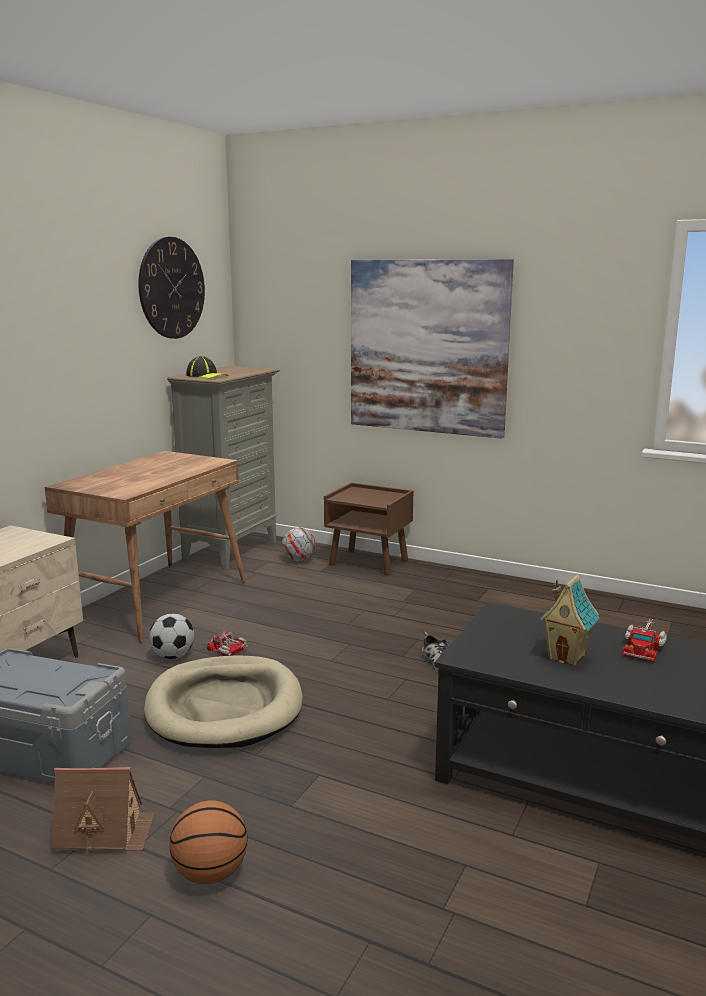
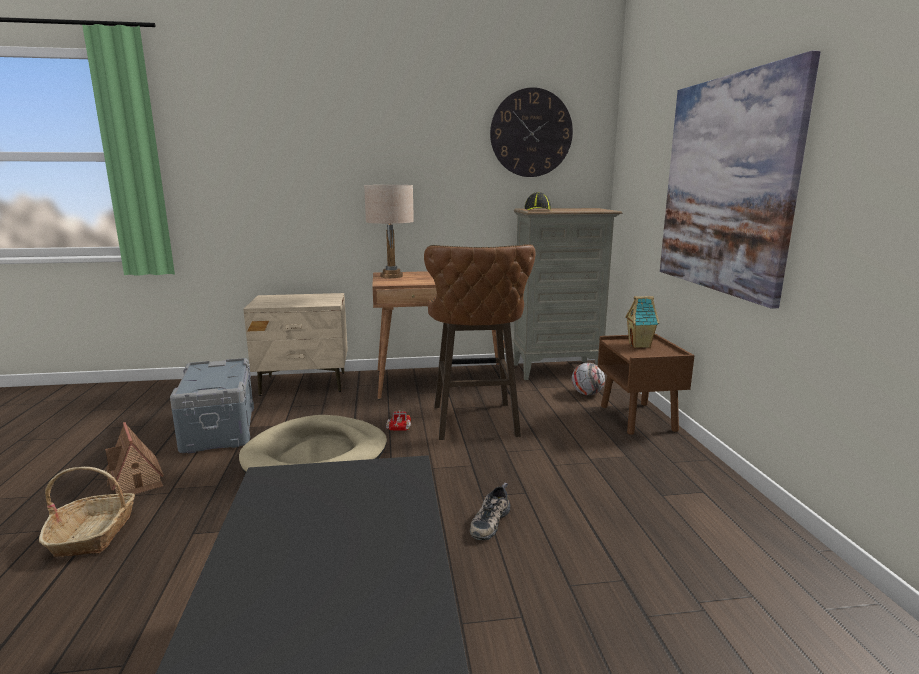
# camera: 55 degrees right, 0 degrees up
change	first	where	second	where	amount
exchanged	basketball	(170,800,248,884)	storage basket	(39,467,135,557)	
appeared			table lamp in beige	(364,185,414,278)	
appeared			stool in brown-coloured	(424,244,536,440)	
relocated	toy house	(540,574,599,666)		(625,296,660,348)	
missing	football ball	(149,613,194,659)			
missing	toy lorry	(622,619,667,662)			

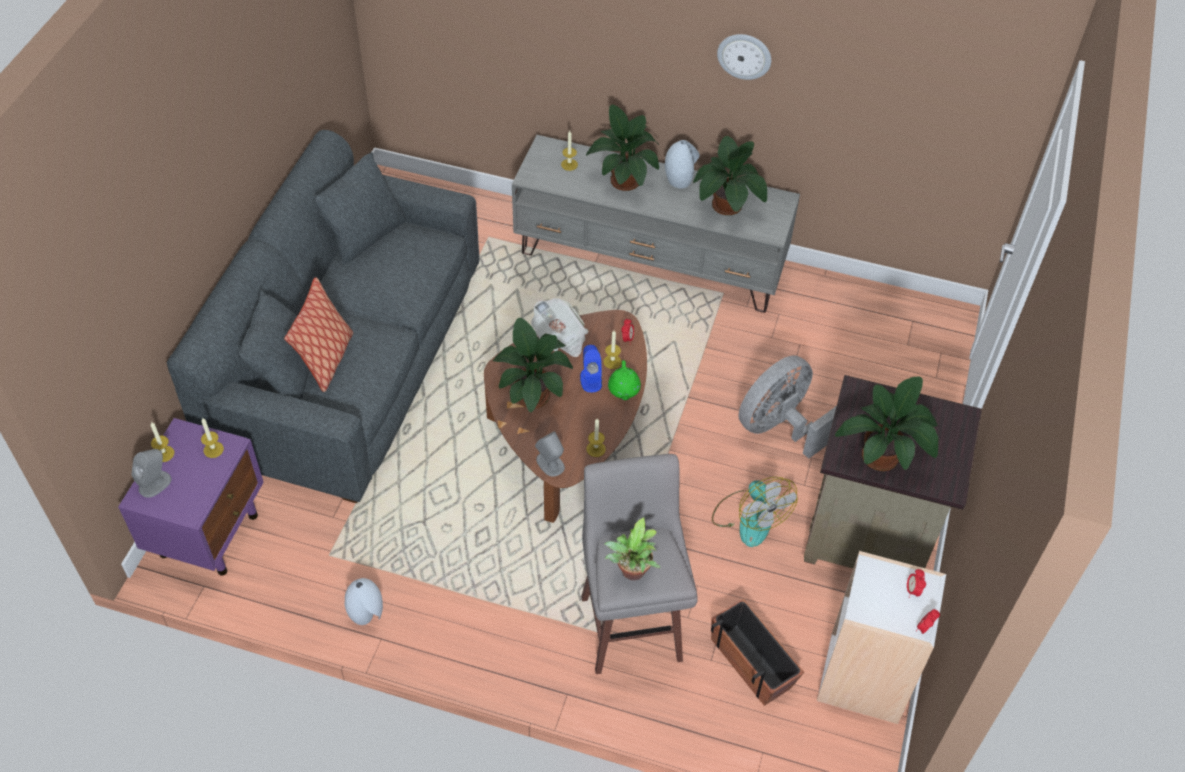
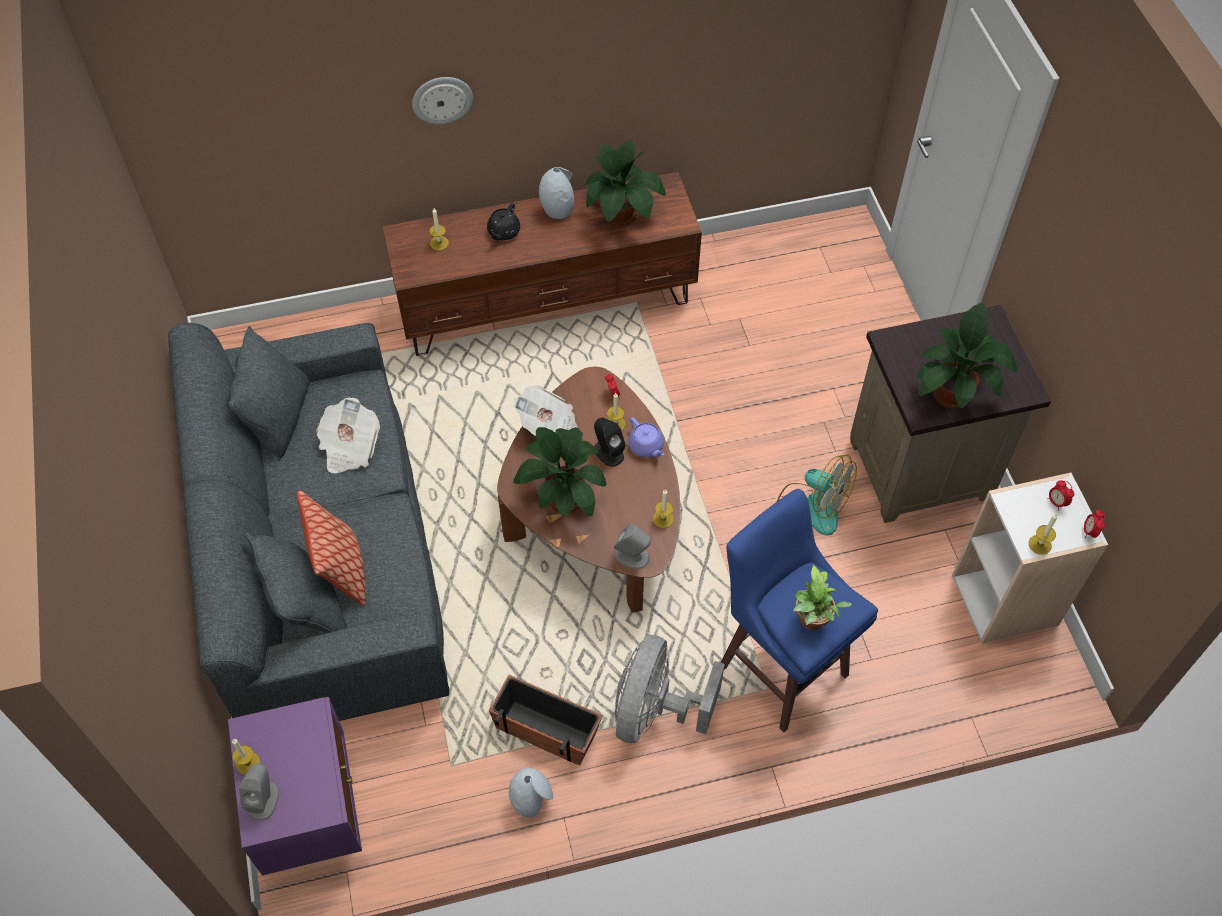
# camera: 30 degrees left, 5 degrees up
change	first	where	second	where	amount
appeared			printed paper	(316,398,380,473)	
colour	tv stand in greyish	(512,135,800,313)	tv stand in brown-coloured	(382,172,702,356)	
relocated	hanging clock	(717,34,771,80)		(412,77,473,124)	
exchanged	potted plant	(586,105,659,191)	teapot in black-coloured	(487,203,520,240)	
relocated	flower pot	(711,599,804,706)		(489,675,603,766)	
colour	loudspeaker in bluish	(580,345,602,392)	loudspeaker in black-coloured	(594,418,626,467)	
relocated	fan in greyish	(739,355,837,459)		(615,635,725,743)	
colour	teapot in green-coloured	(608,360,641,400)	teapot in purple-coloured	(628,417,664,457)	
colour	stool in greyish	(581,454,698,674)	stool in bluish	(721,489,878,733)	
relocated	wax light	(201,418,224,458)		(1029,513,1058,555)	

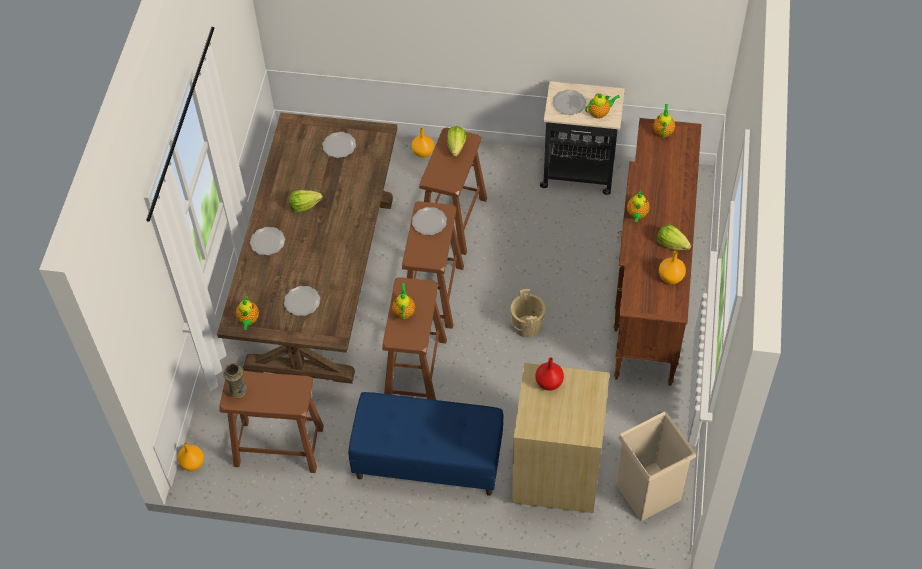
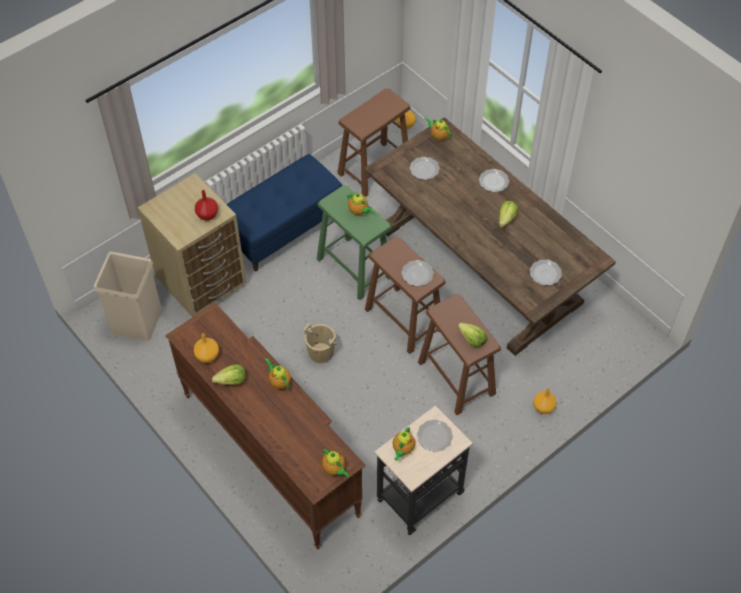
# camera: 130 degrees right, 0 degrees up
change	first	where	second	where	amount
colour	stool in brown-coloured	(382,277,447,400)	stool in green-coloured	(317,185,392,300)	
missing	vase	(223,363,247,398)			

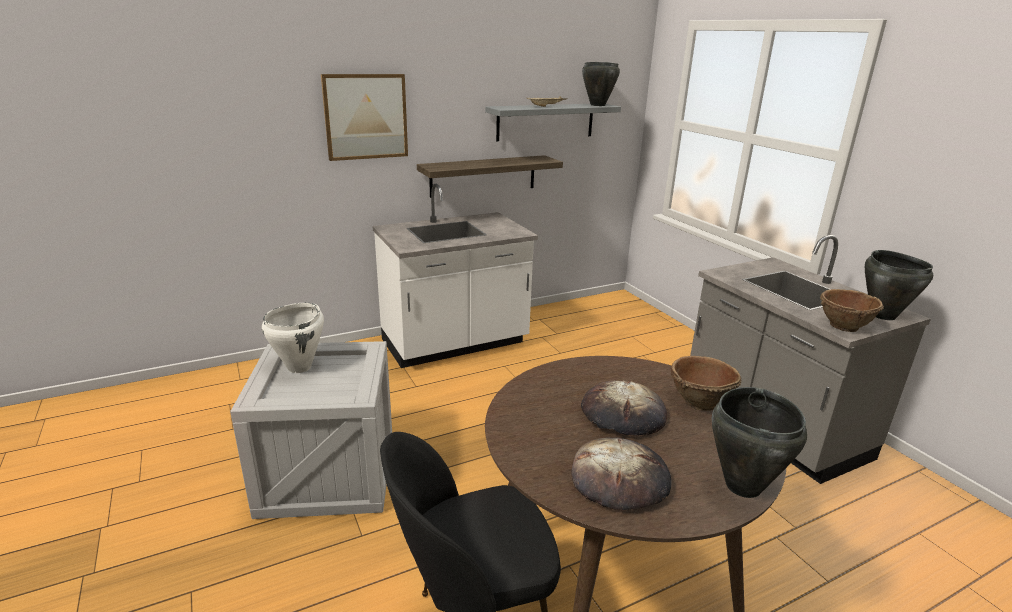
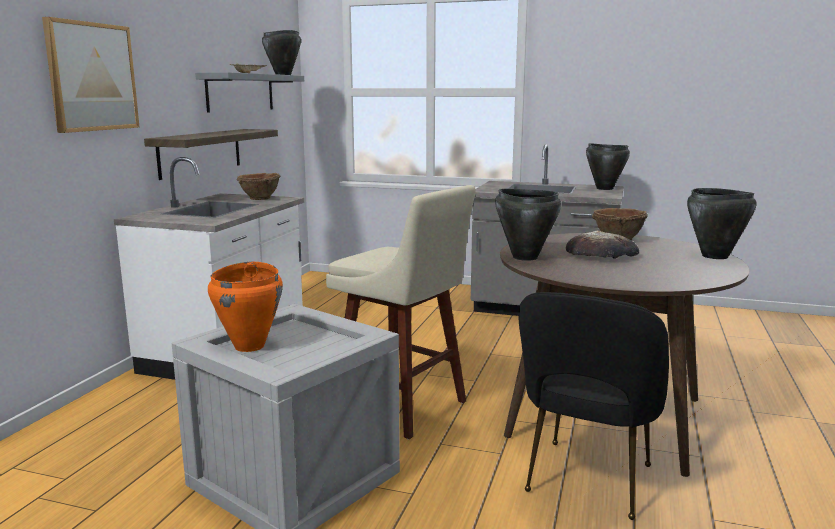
# camera: 45 degrees left, 10 degrees down
change	first	where	second	where	amount
colour	cooking pot in white	(262,303,324,373)	cooking pot in orange	(208,261,283,352)	
relocated	bowl in brown-coloured	(820,289,884,332)		(237,173,281,200)	
appeared			stool in beige	(326,185,476,439)	
appeared			cooking pot in black-coloured	(495,189,561,261)	
missing	bakery bread	(571,437,672,510)			

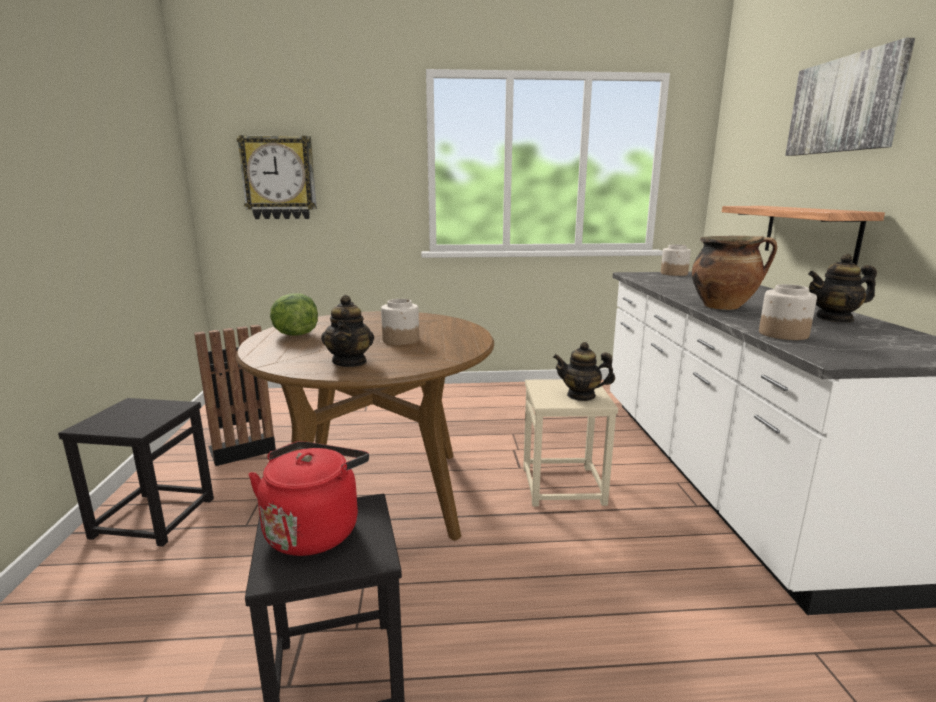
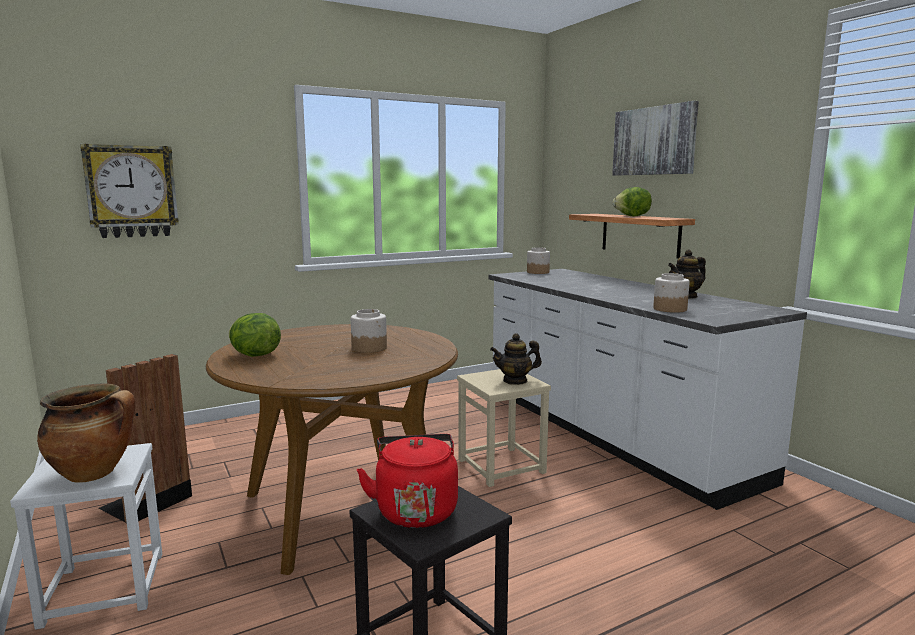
# camera: 25 degrees left, 5 degrees down
change	first	where	second	where	amount
colour	stool in black-coloured	(58,398,214,546)	stool in white	(10,443,162,630)	
relocated	cooking pot	(692,236,777,310)		(37,384,135,483)	
appeared			lettuce head	(613,187,652,217)	
missing	teapot	(321,295,374,367)			

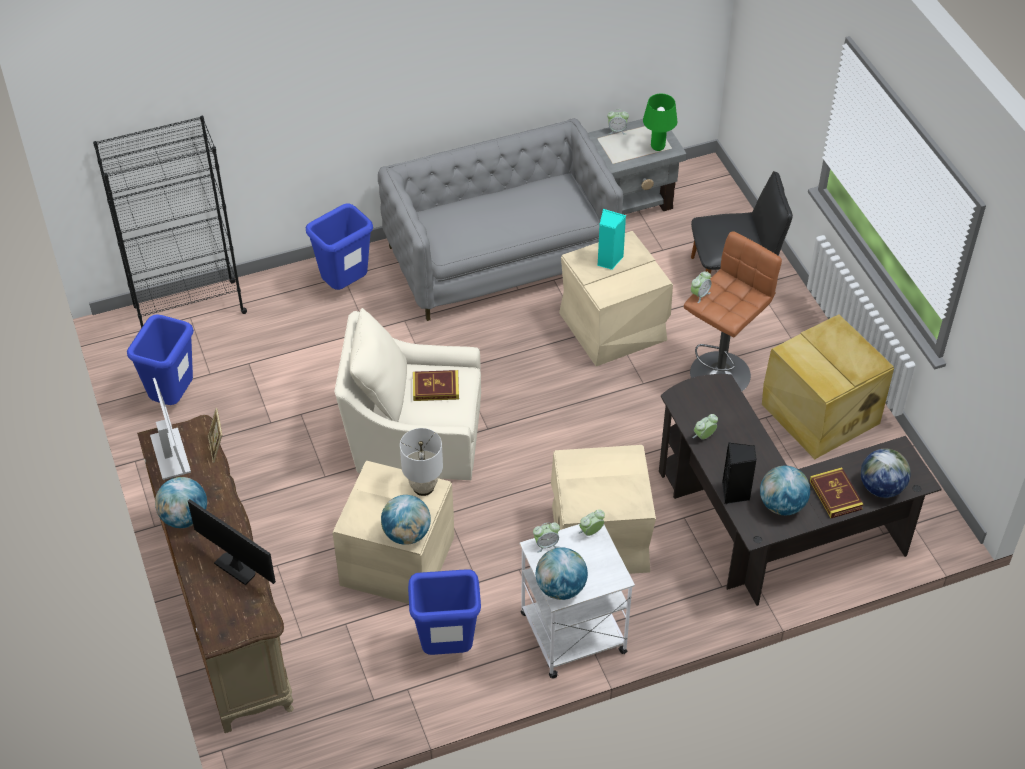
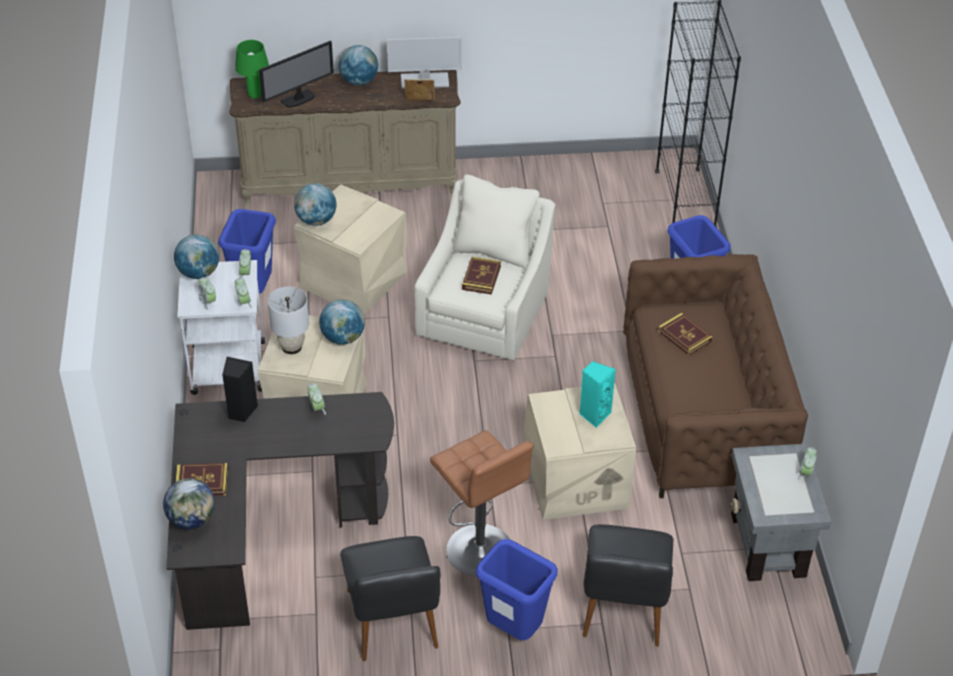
# camera: 105 degrees right, 5 degrees down
change	first	where	second	where	amount
relocated	table clock	(691,271,711,303)		(198,277,216,310)	
relocated	table lamp in green-coloured	(643,94,677,151)		(235,40,269,98)	
relocated	table lamp in white	(400,428,443,496)		(268,286,309,354)	
relocated	world globe	(760,466,810,515)		(319,299,365,345)	
exchanged	storage box in beige	(762,315,894,459)	upright chair in black-coloured	(340,536,441,661)	
relocated	waste bin in bluish	(127,314,194,405)		(476,539,557,640)	
colour	settee in greyish	(378,118,623,321)	settee in brown-coloured	(623,254,808,498)	
appeared			bound book	(658,313,713,356)	

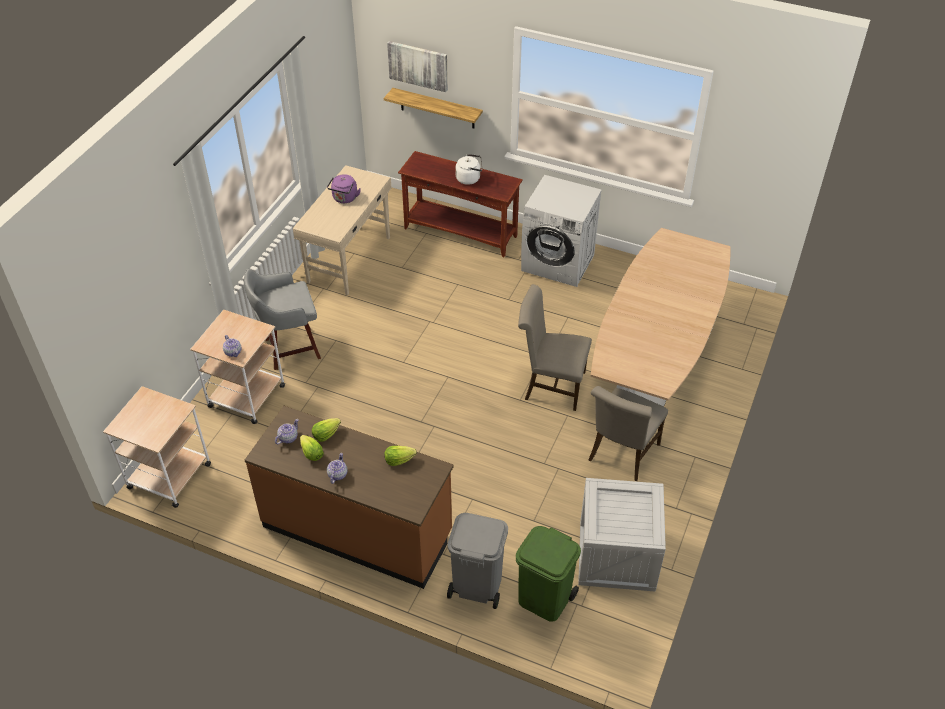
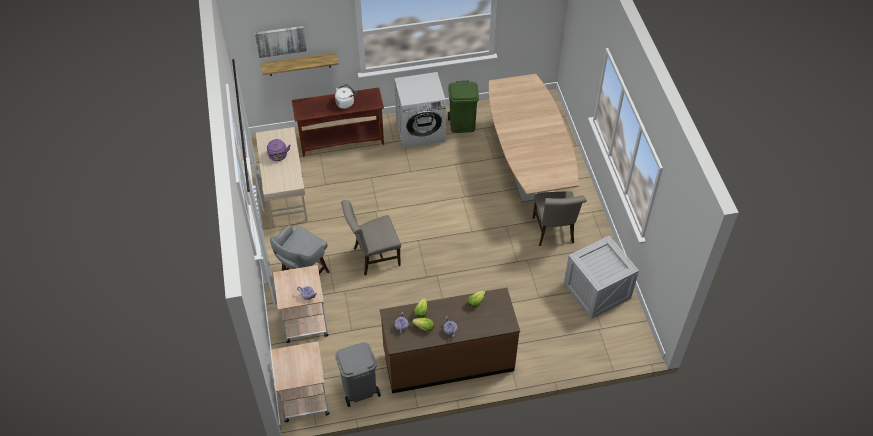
# camera: 35 degrees left, 5 degrees up
change	first	where	second	where	amount
relocated	waste bin in greyish	(447,513,508,609)		(335,342,381,407)	
relocated	upright chair in beige	(518,284,592,411)		(341,200,401,276)	
relocated	waste bin in green-coloured	(516,526,581,622)		(448,81,479,133)	

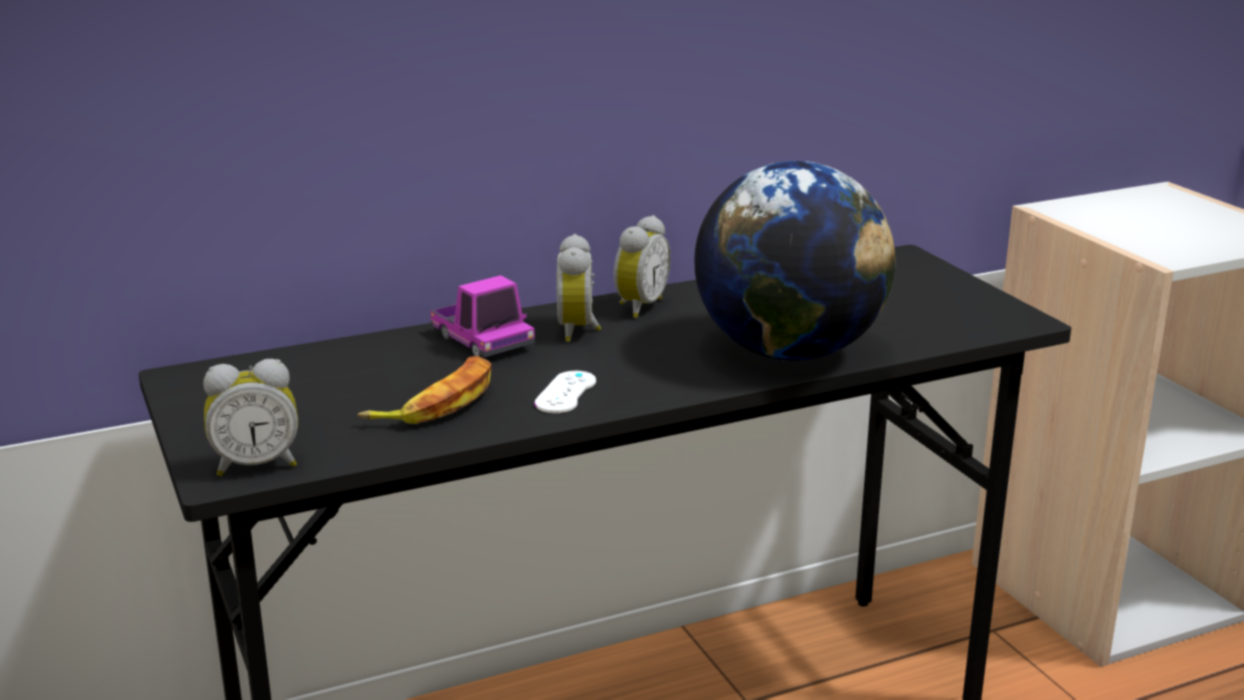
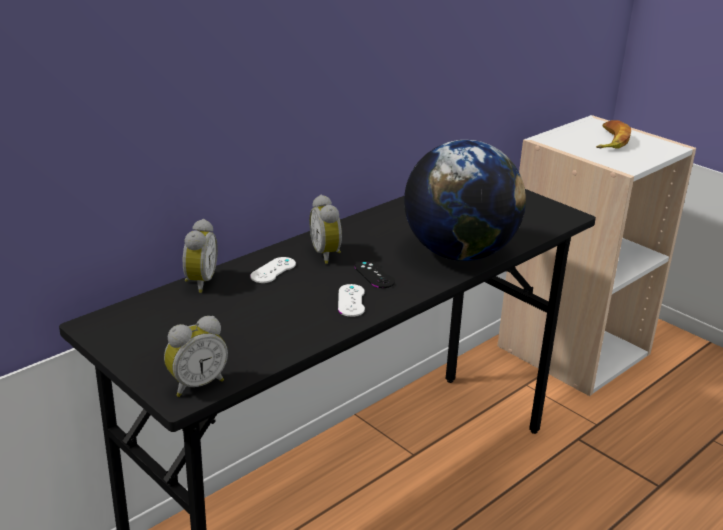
# camera: 20 degrees left, 5 degrees up
change	first	where	second	where	amount
relocated	table clock	(614,215,671,318)		(183,219,218,293)	
exchanged	toy lorry	(430,275,535,358)	joypad in white	(250,257,296,283)	
appeared			joypad in black-coloured	(355,260,395,288)	
relocated	banana fruit	(358,356,492,424)		(596,120,631,149)	

